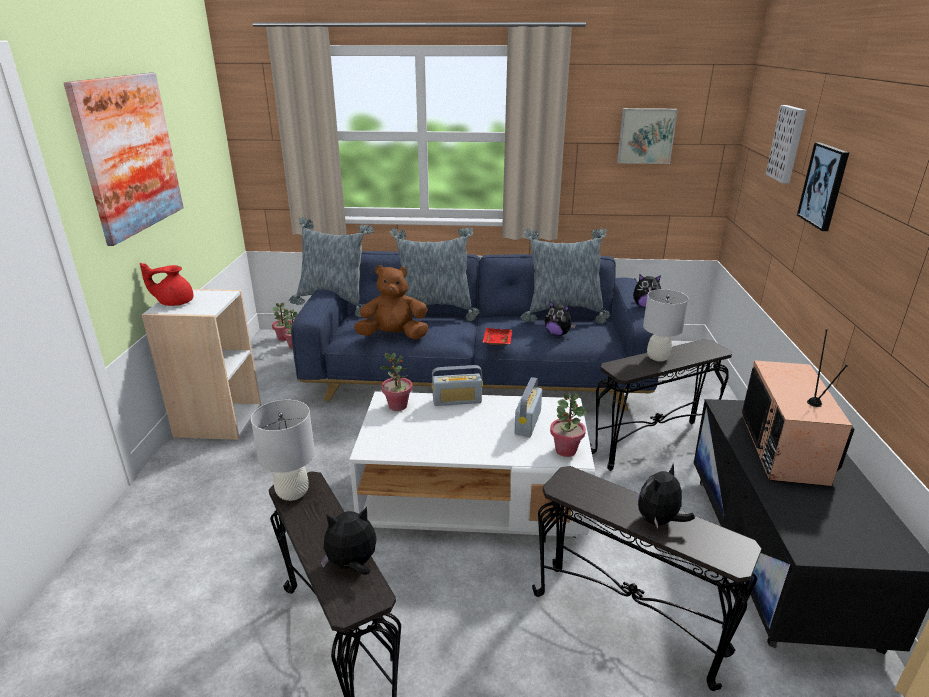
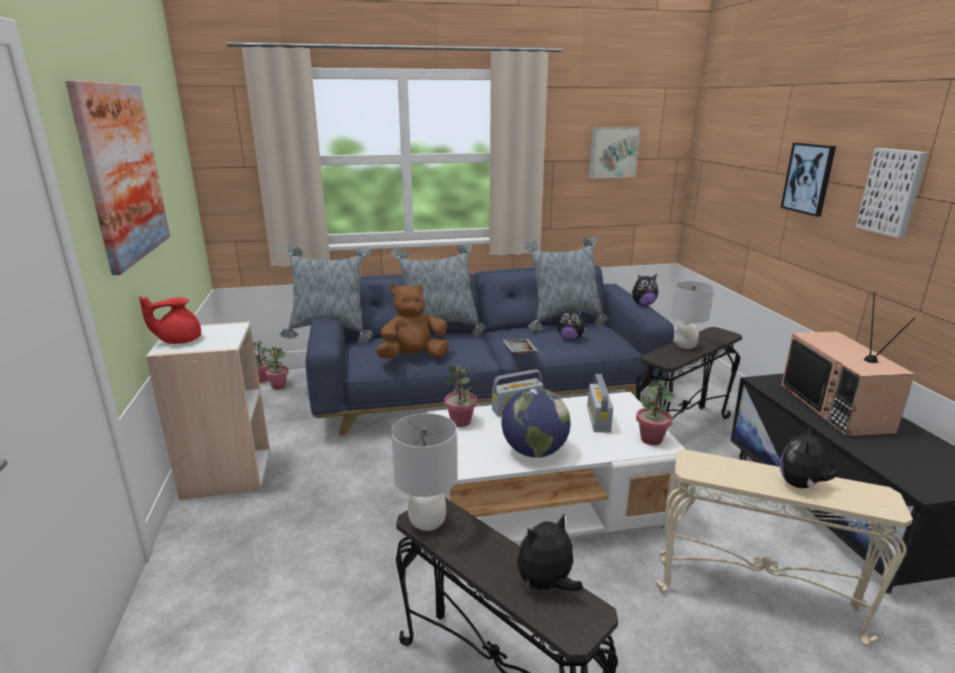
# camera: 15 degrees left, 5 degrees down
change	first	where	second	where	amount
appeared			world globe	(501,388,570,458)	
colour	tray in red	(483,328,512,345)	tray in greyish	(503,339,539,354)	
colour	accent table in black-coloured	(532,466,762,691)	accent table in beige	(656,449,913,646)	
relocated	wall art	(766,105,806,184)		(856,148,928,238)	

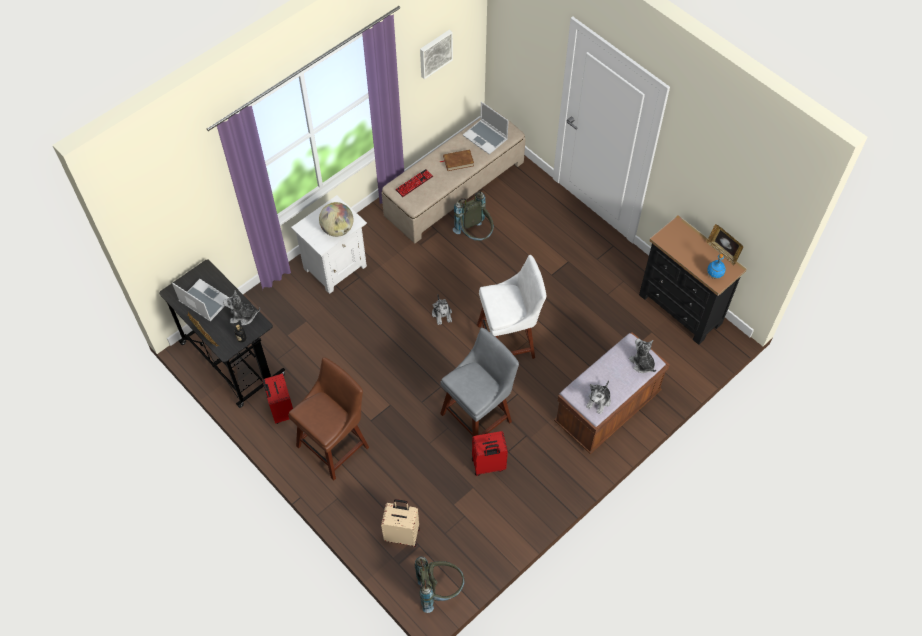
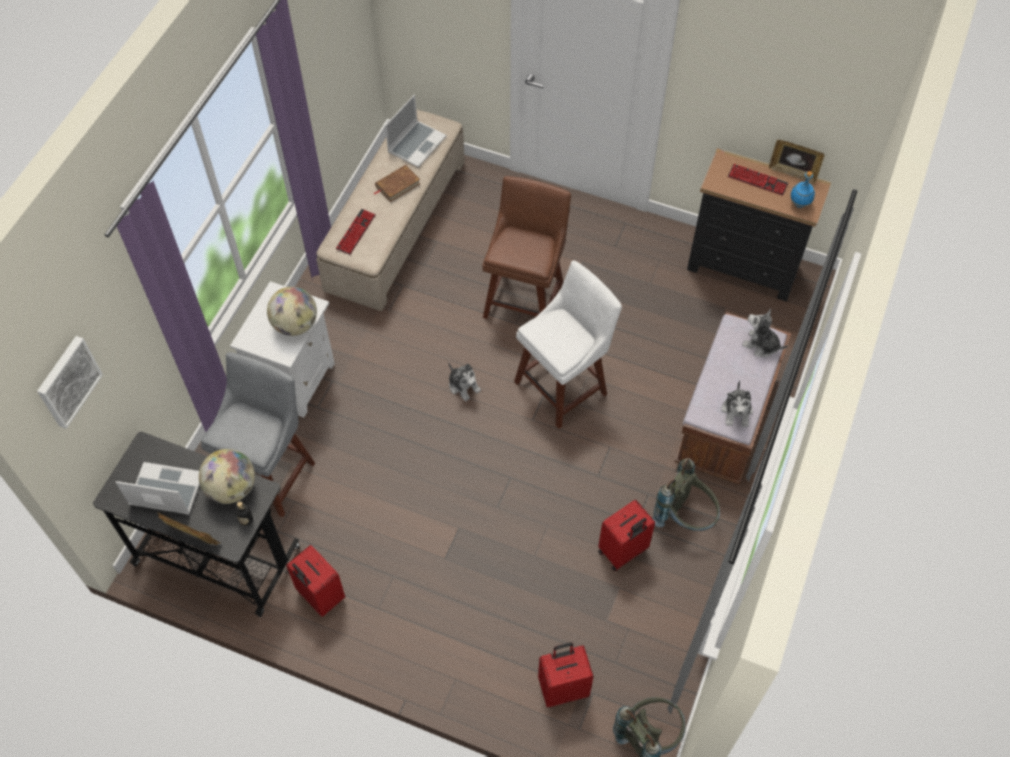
# camera: 25 degrees left, 0 degrees up
change	first	where	second	where	amount
relocated	wall art	(420,30,453,79)		(37,336,103,429)	
exchanged	soft toy	(223,290,260,326)	world globe	(199,449,255,504)	
relocated	upright chair in greyish	(440,328,519,436)		(201,352,315,517)	
spun	portable computer	(463,102,509,155)		(385,94,446,167)	75 degrees counterclockwise
relocated	upright chair in brown-coloured	(288,357,369,481)		(482,176,571,319)	
colour	travel case in beige	(381,499,420,547)	travel case in red	(538,642,594,707)	
relocated	backpack in greyish	(453,191,494,241)		(652,458,720,531)	
appeared			computer keyboard	(728,164,788,196)	

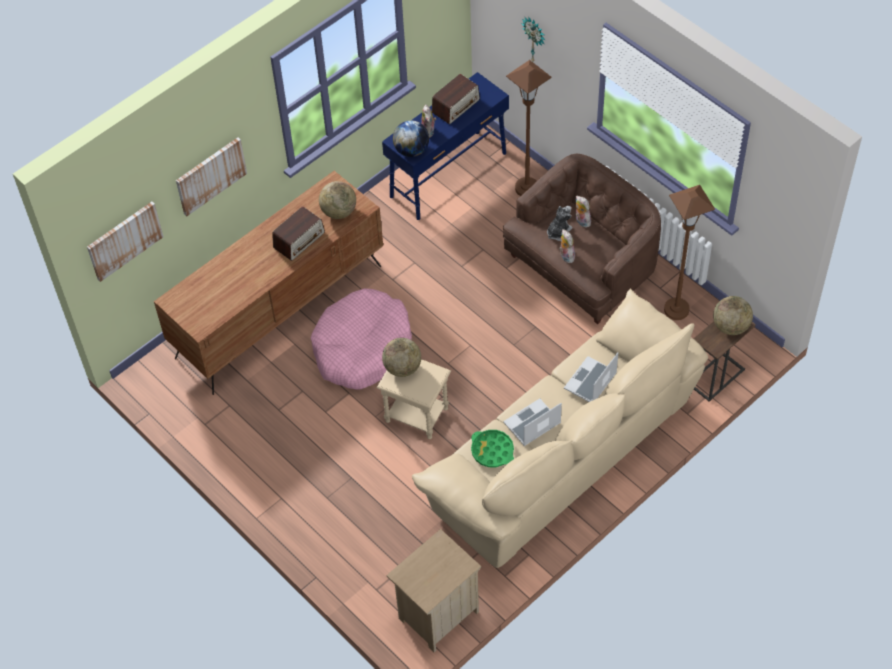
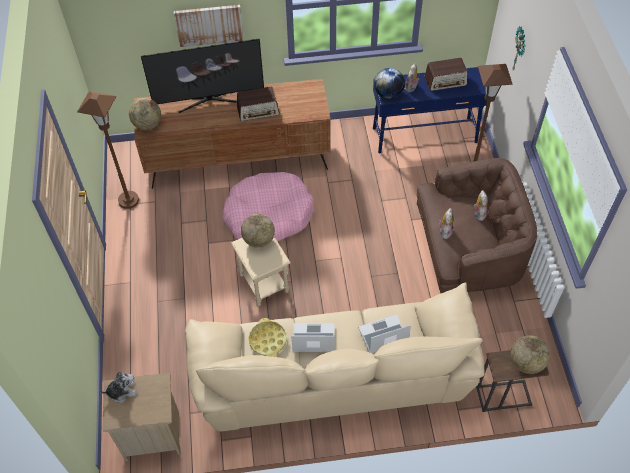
# camera: 35 degrees right, 0 degrees up
change	first	where	second	where	amount
relocated	standing lamp in brown-coloured	(664,185,715,320)		(77,91,139,209)	
relocated	soft toy	(547,206,573,241)		(99,372,137,402)	
relocated	world globe	(319,181,356,219)		(129,98,161,130)	
appeared			TV	(141,39,264,113)	
colour	tray in green-coloured	(471,430,514,467)	tray in yellow-coloured	(248,318,287,357)	
missing	wall art	(87,202,163,282)			

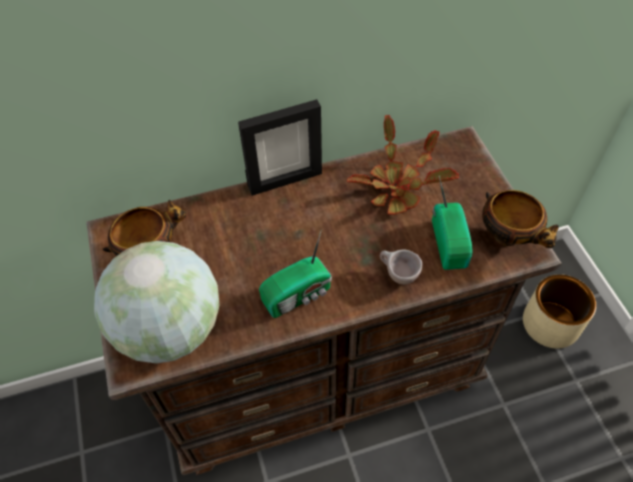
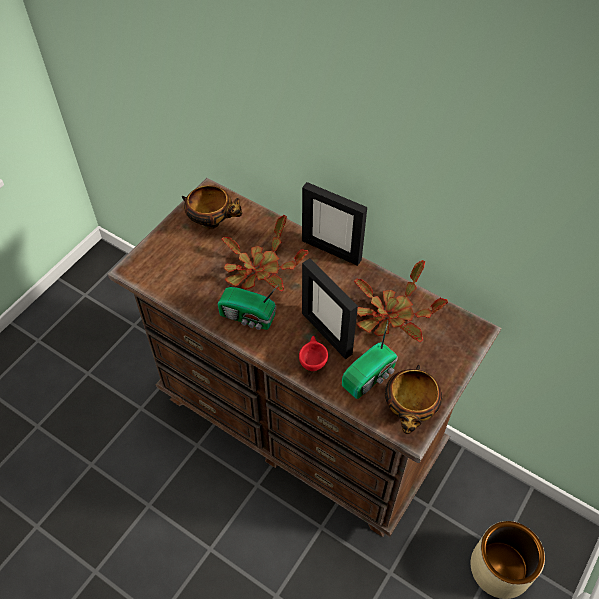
# camera: 50 degrees right, 0 degrees up
change	first	where	second	where	amount
appeared			potted plant	(221,215,309,291)	
colour	small cup in beige	(380,249,422,284)	small cup in red	(299,336,328,371)	
appeared			picture frame	(302,258,358,359)	
missing	world globe	(94,241,219,363)			

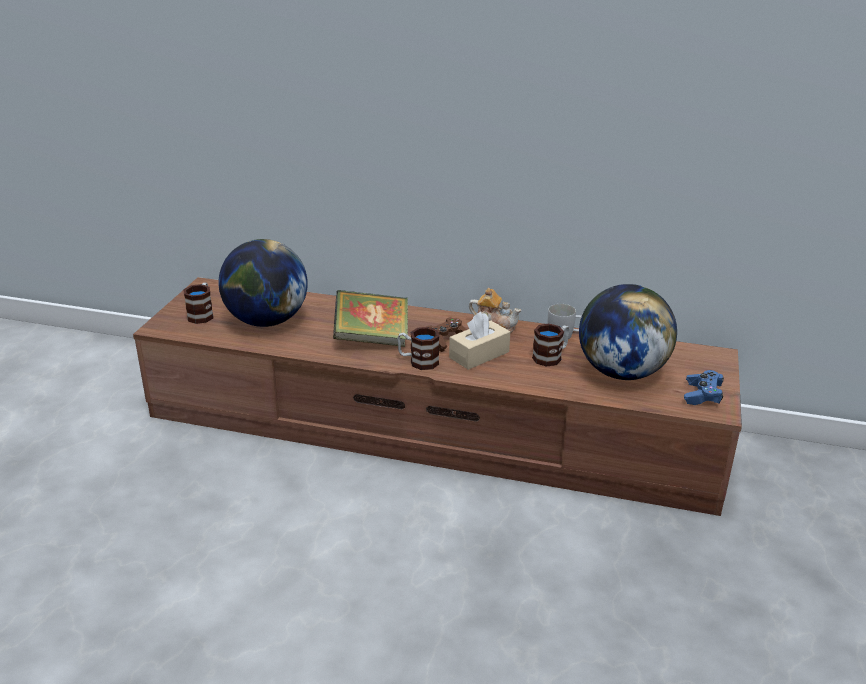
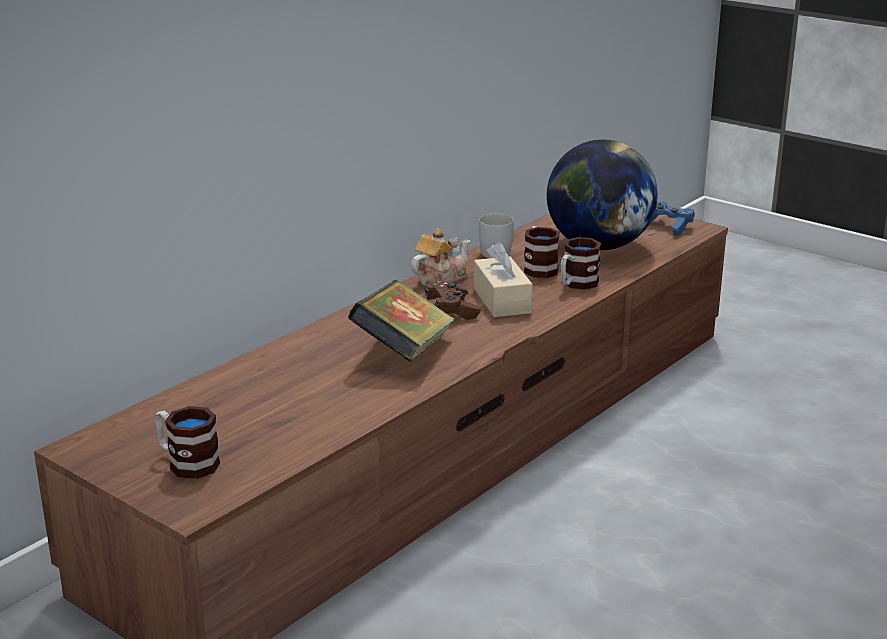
# camera: 65 degrees left, 5 degrees down
change	first	where	second	where	amount
relocated	coffee mug	(397,327,440,370)		(561,237,601,290)	
missing	world globe	(218,239,308,327)			

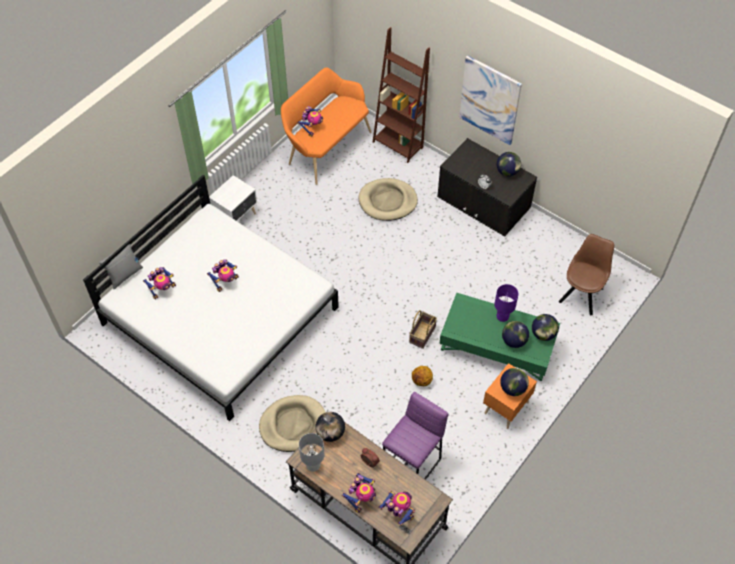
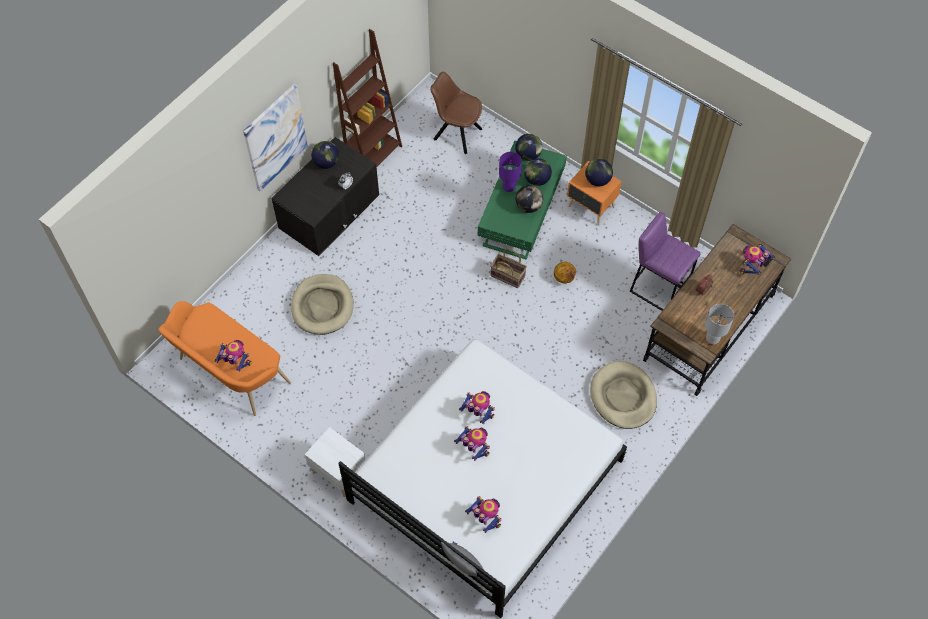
# camera: 90 degrees left, 5 degrees up
change	first	where	second	where	amount
relocated	bookshelf in brown-coloured	(372,27,430,163)		(333,29,402,167)	
relocated	robot figure	(342,473,376,513)		(459,391,495,424)	
relocated	world globe	(315,412,345,442)		(516,185,543,213)	

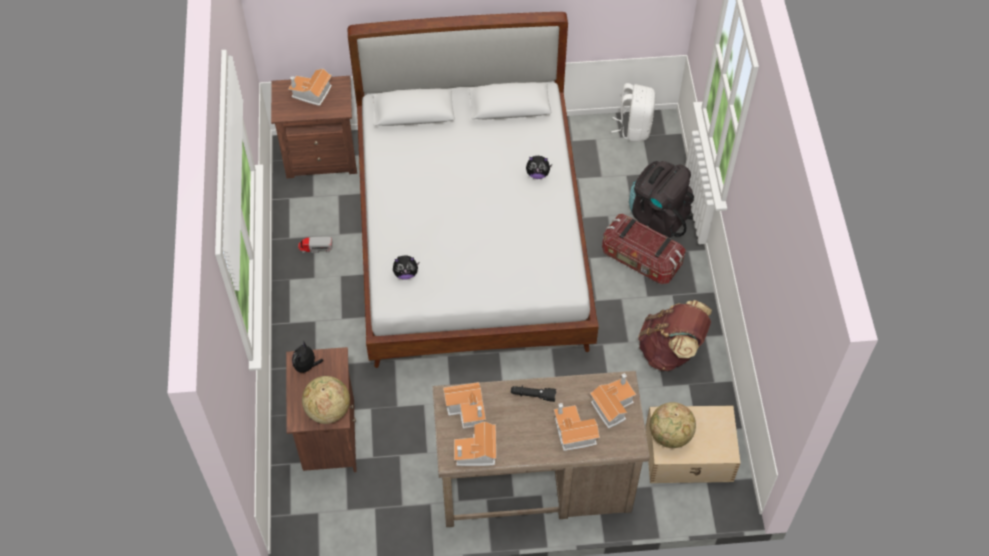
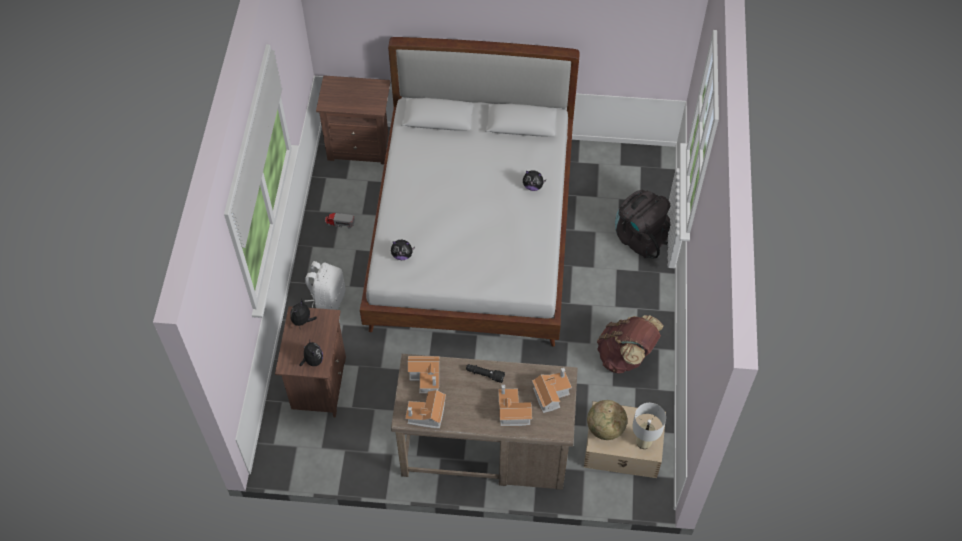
# camera: 10 degrees right, 0 degrees up
change	first	where	second	where	amount
exchanged	world globe	(302,376,350,424)	soft toy	(299,341,323,366)	
relocated	backpack in white	(611,83,656,142)		(305,261,345,310)	
appeared			table lamp in white	(632,403,666,449)	
missing	toy house	(288,69,332,106)			
missing	storage box	(602,214,686,284)			

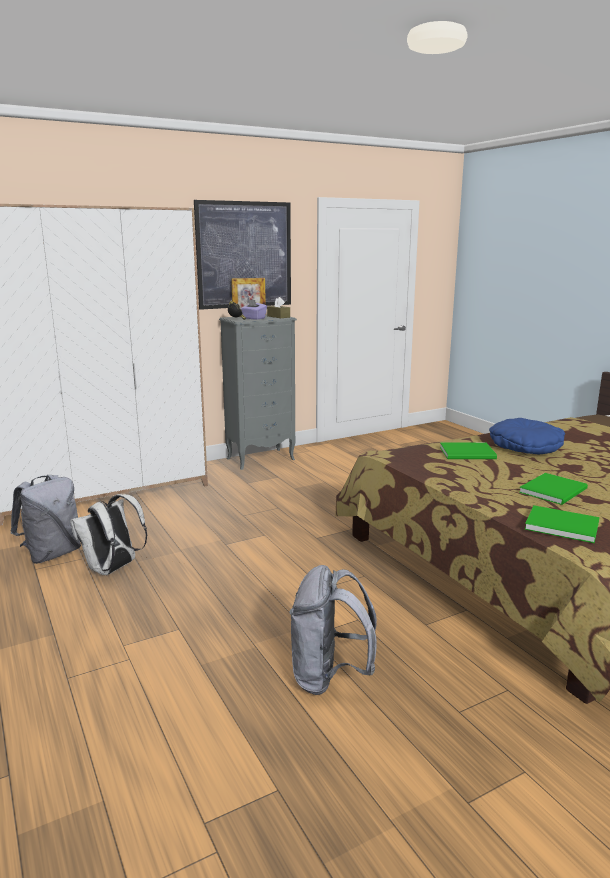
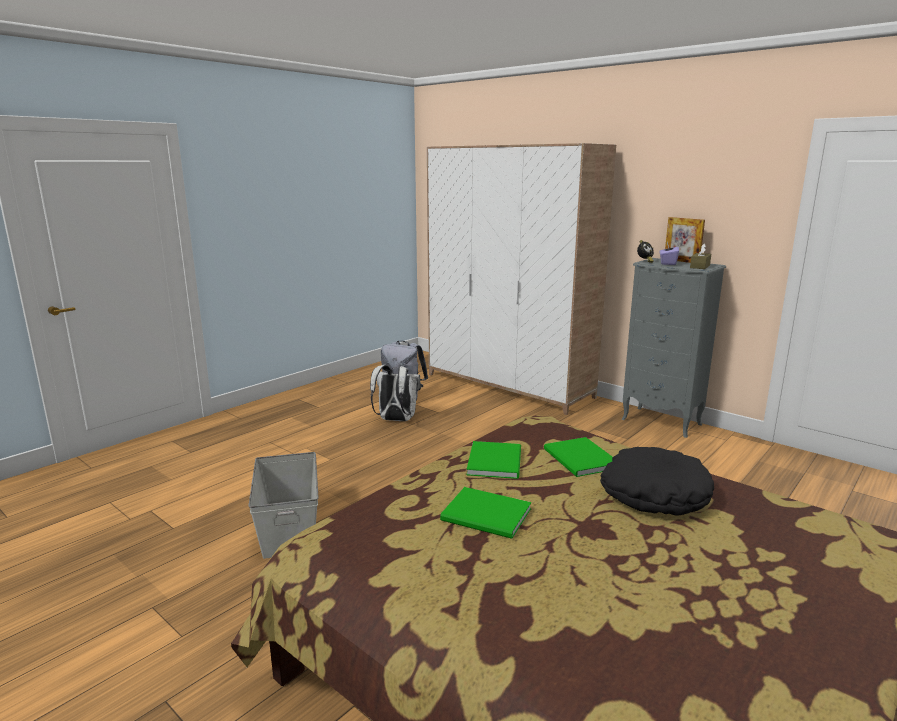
# camera: 70 degrees right, 0 degrees up
change	first	where	second	where	amount
exchanged	backpack in greyish	(289,565,377,695)	storage box in greyish	(248,452,319,559)	
relocated	bound book in green-coloured	(525,505,600,543)		(467,441,521,479)	
colour	throw pillow in bluish	(489,418,565,454)	throw pillow in black-coloured	(600,447,714,516)	
missing	wall art	(194,200,291,310)			

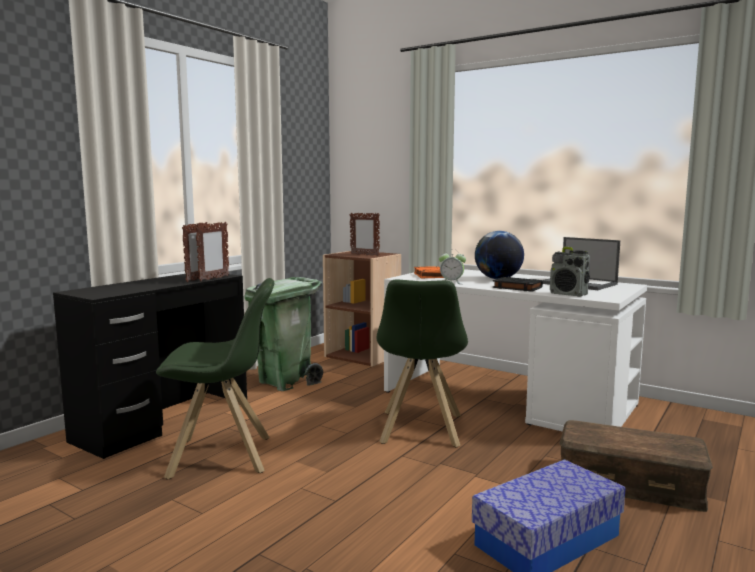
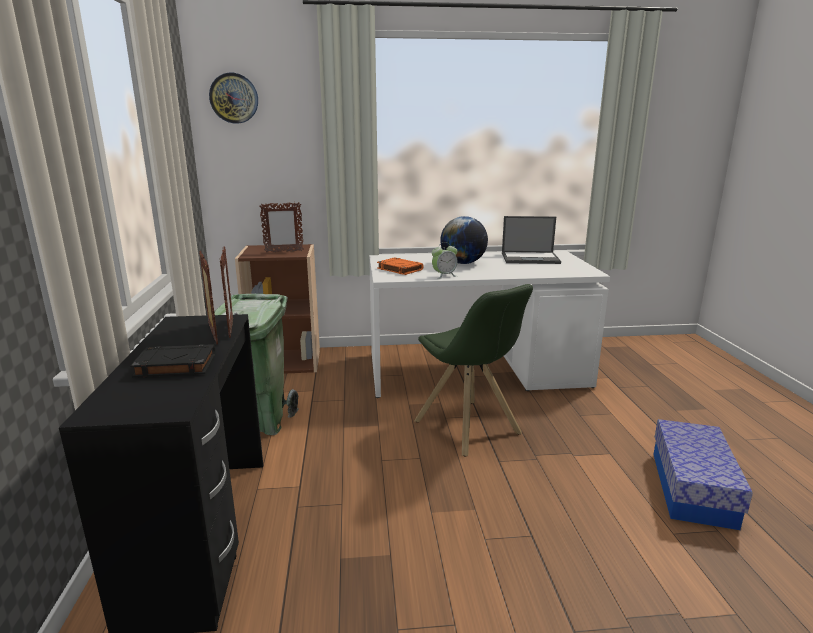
# camera: 40 degrees left, 10 degrees up
change	first	where	second	where	amount
relocated	bound book in black-coloured	(493,277,543,292)		(130,344,216,378)	
appeared			hanging clock	(209,73,258,123)	
missing	upright chair in green-coloured	(156,278,274,479)			
missing	radio	(550,247,590,297)			
missing	storage box in brown-coloured	(559,420,713,512)			

